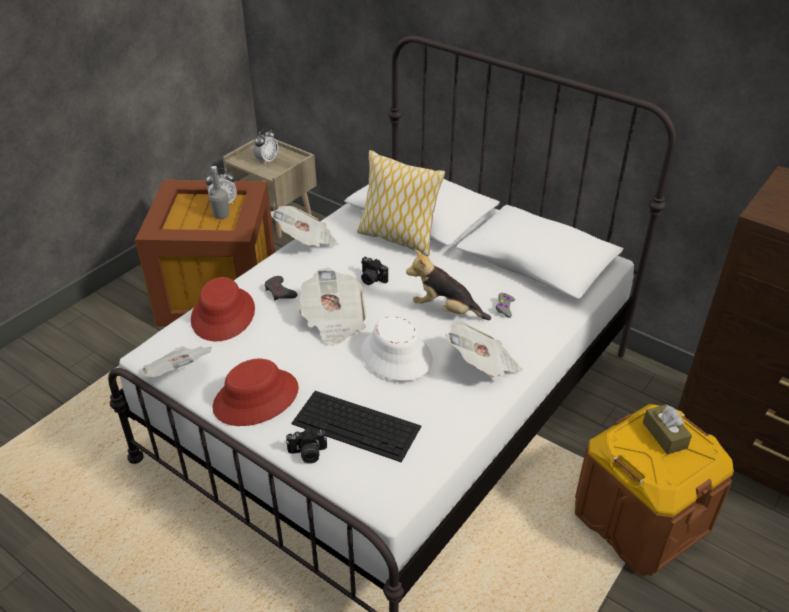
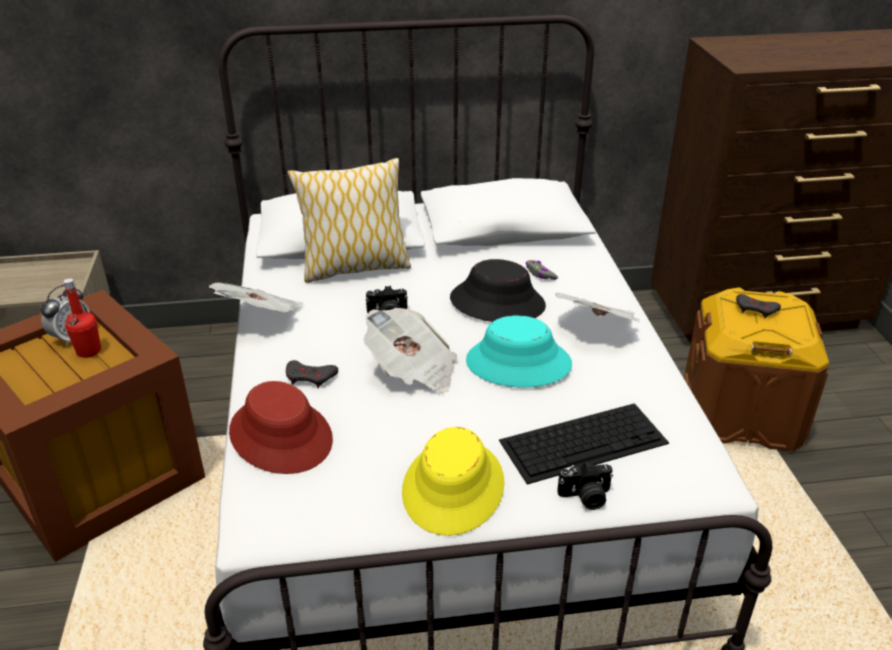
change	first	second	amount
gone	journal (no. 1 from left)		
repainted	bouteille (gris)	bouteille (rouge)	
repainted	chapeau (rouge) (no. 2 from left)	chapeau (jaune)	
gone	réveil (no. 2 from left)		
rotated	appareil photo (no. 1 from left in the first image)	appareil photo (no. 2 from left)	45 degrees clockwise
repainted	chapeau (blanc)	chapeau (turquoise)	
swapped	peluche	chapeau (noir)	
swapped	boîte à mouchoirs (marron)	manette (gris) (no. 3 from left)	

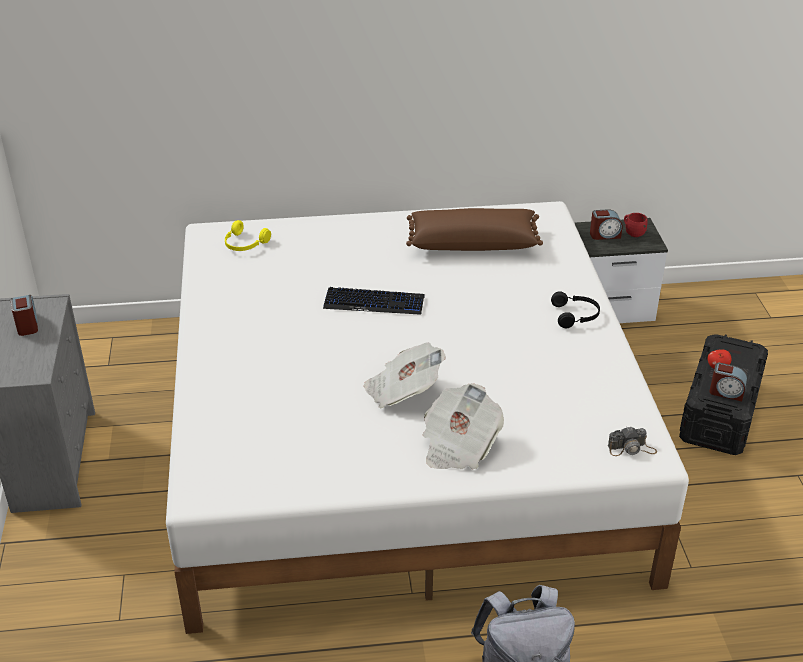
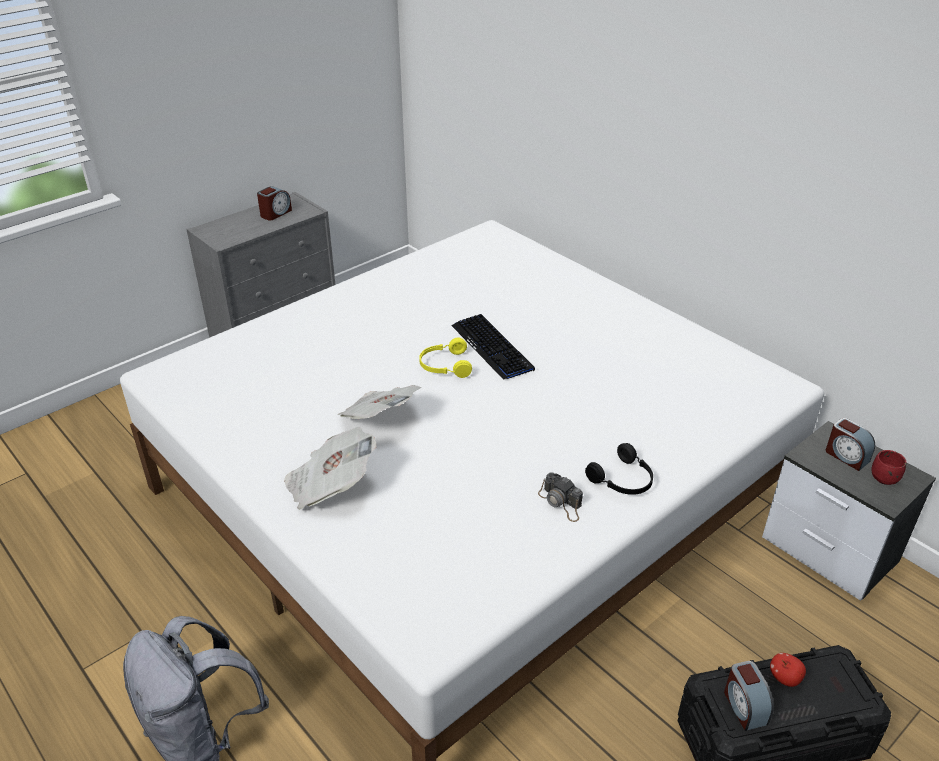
change	first	second	amount
shifted	casque audio (jaune)		
gone	coussin (marron)		
shifted	appareil photo		

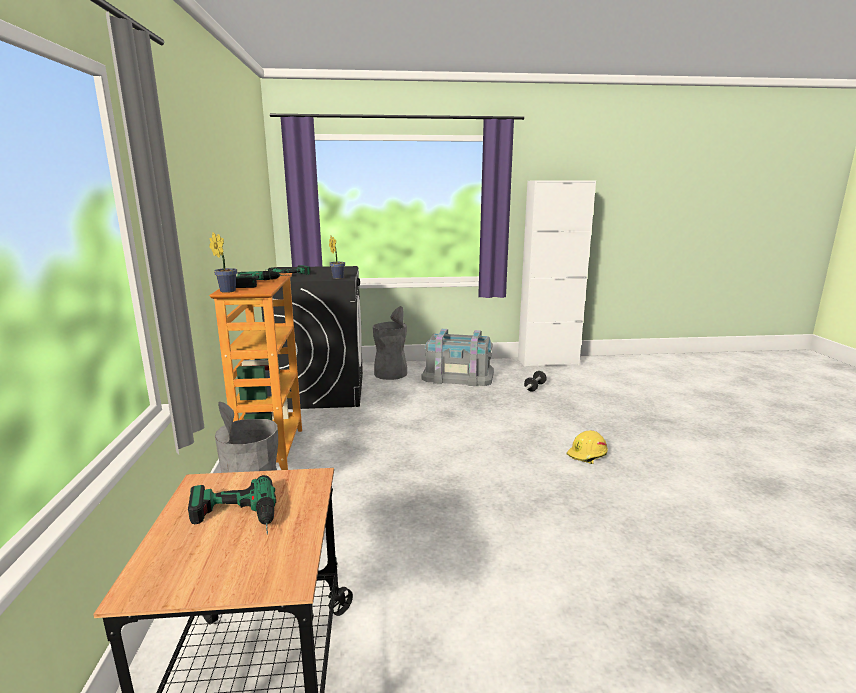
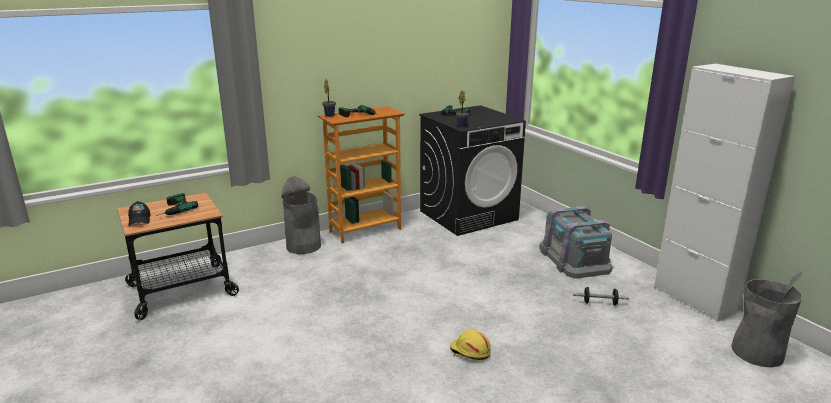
change	first	second	amount
shifted	poubelle (gris) (no. 2 from left)		
new		casquette (noir)	

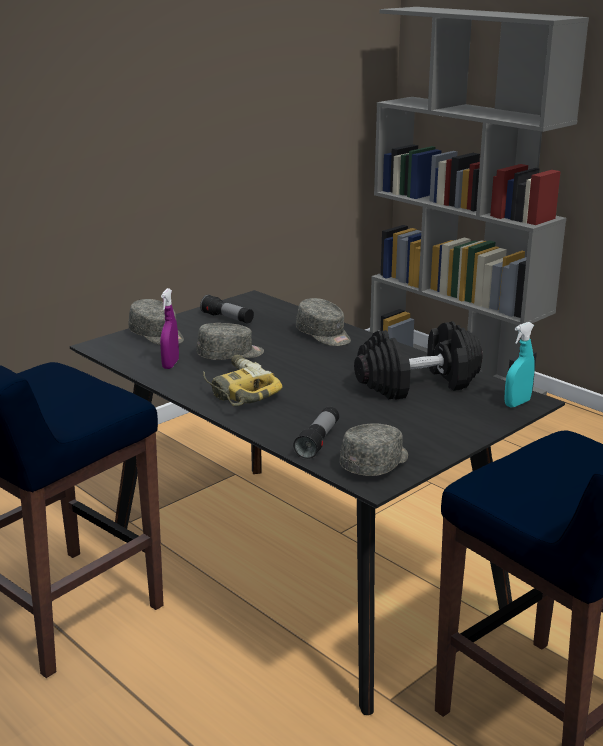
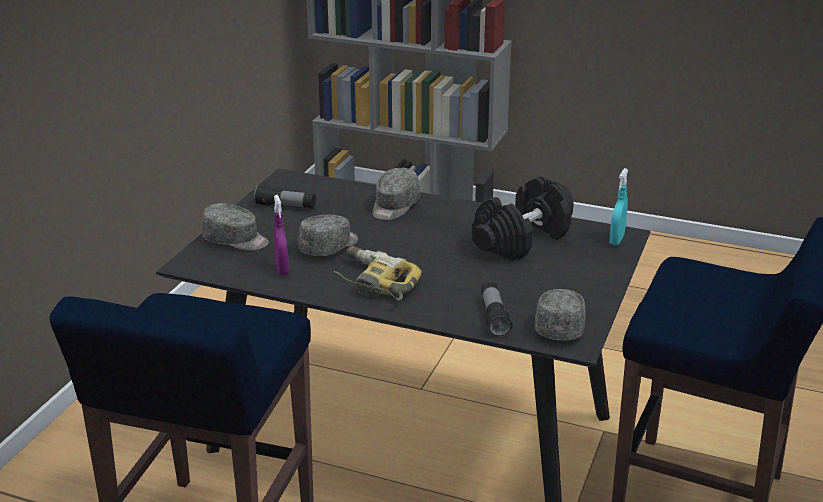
change	first	second	amount
rotated	casquette (gris) (no. 3 from left)		90 degrees clockwise

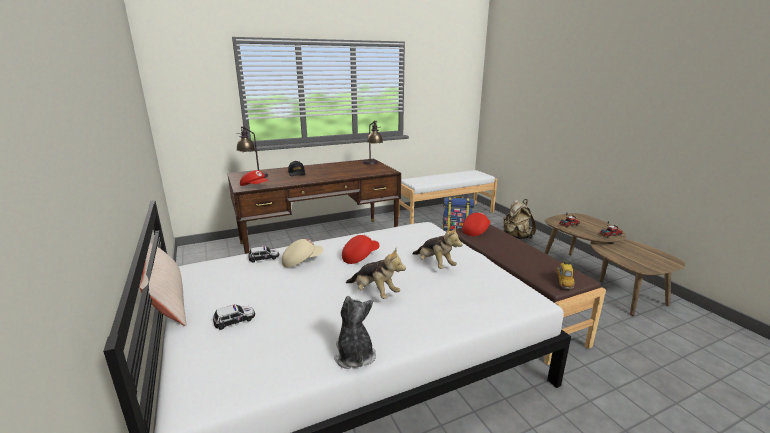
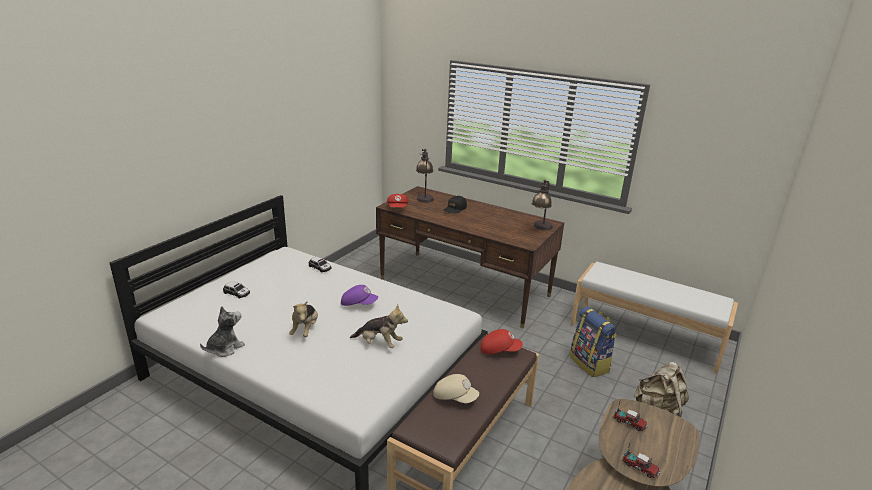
change	first	second	amount
gone	coussin (beige)		
shifted	casquette (beige)		
repainted	casquette (rouge) (no. 2 from left)	casquette (violet)	
rotated	peluche (no. 3 from left)		90 degrees counterclockwise
gone	petite voiture (no. 3 from left)		

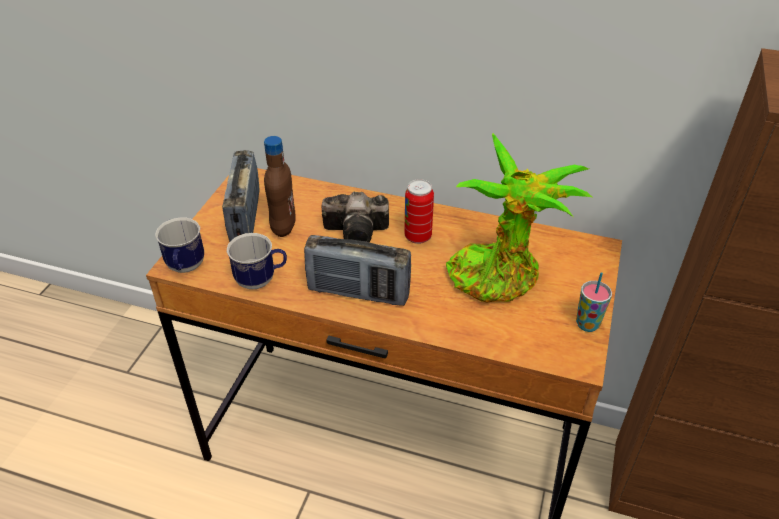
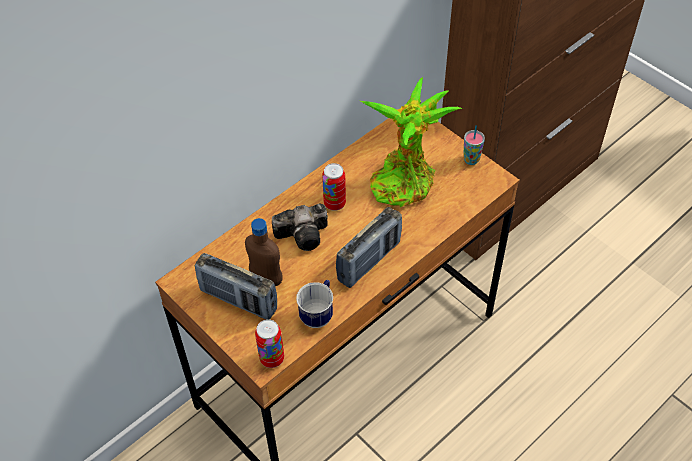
change	first	second	amount
swapped	mug (no. 1 from left)	boîte métallique (no. 1 from left)	
rotated	appareil photo		45 degrees clockwise

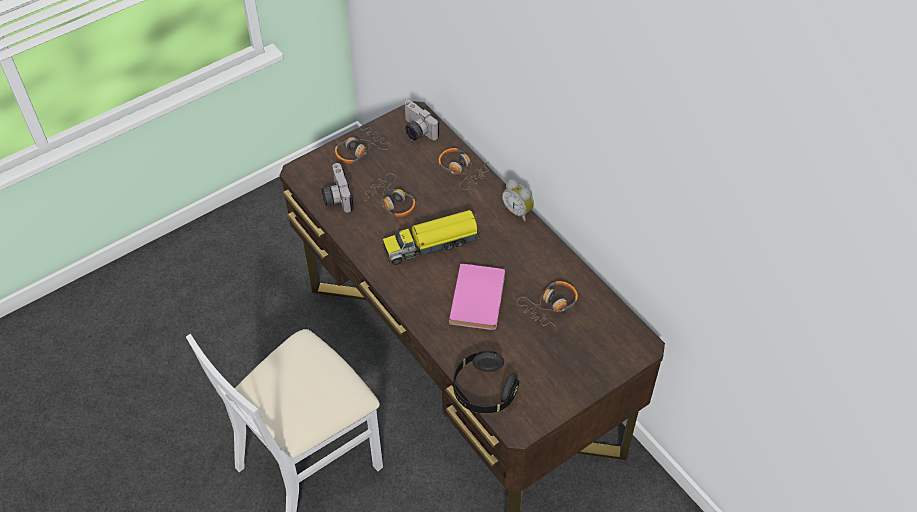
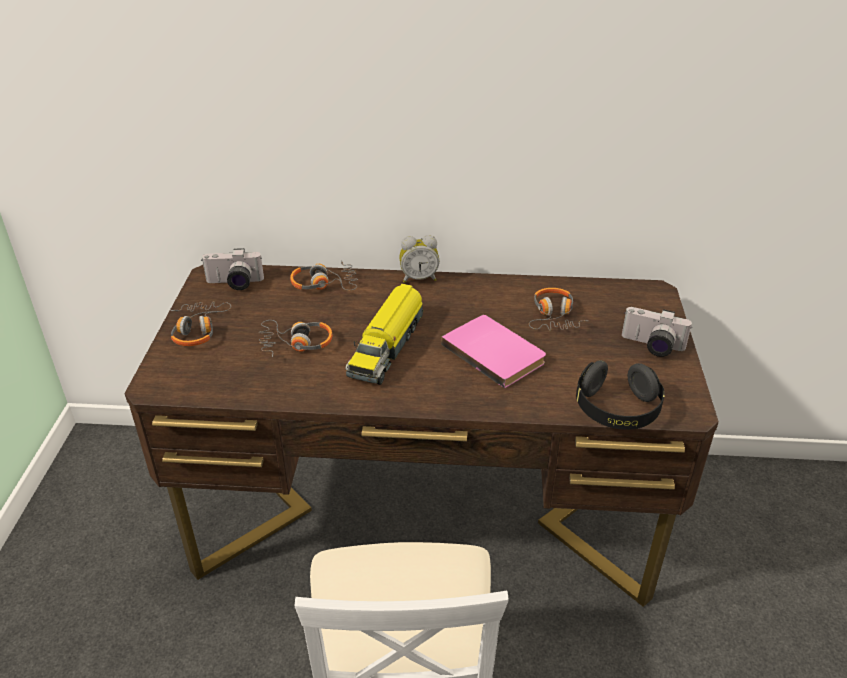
change	first	second	amount
shifted	appareil photo (no. 1 from left in the first image)	appareil photo (no. 2 from left)	

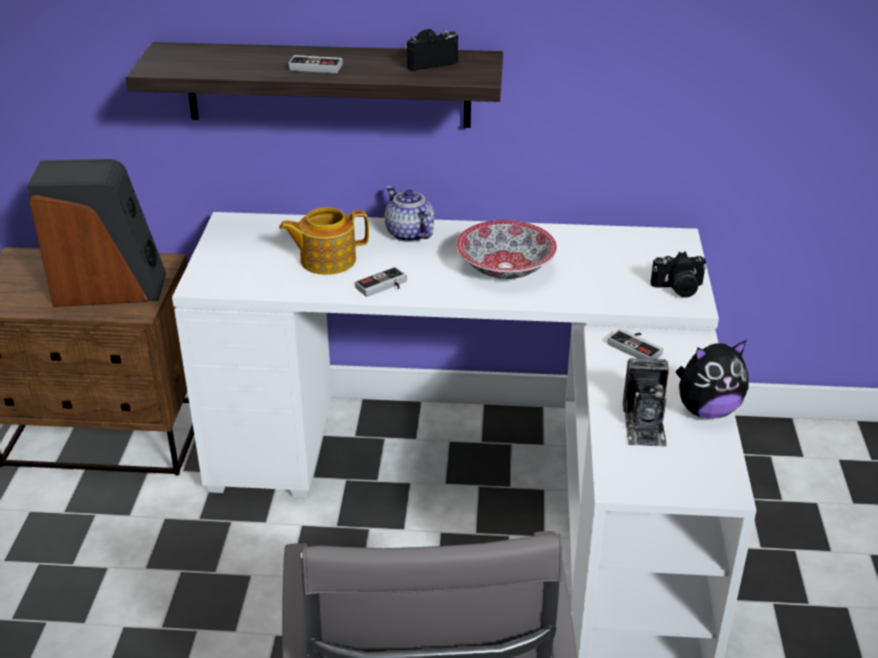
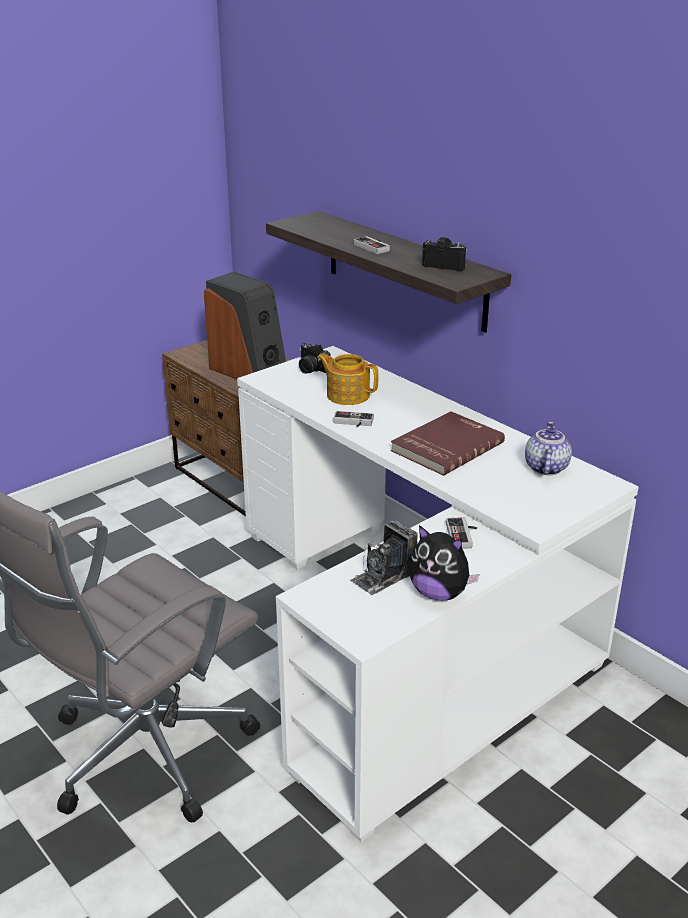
change	first	second	amount
shifted	théière (no. 2 from left)		
swapped	bol	livre (rouge)	
shifted	appareil photo (no. 3 from left in the first image)	appareil photo (no. 1 from left)	

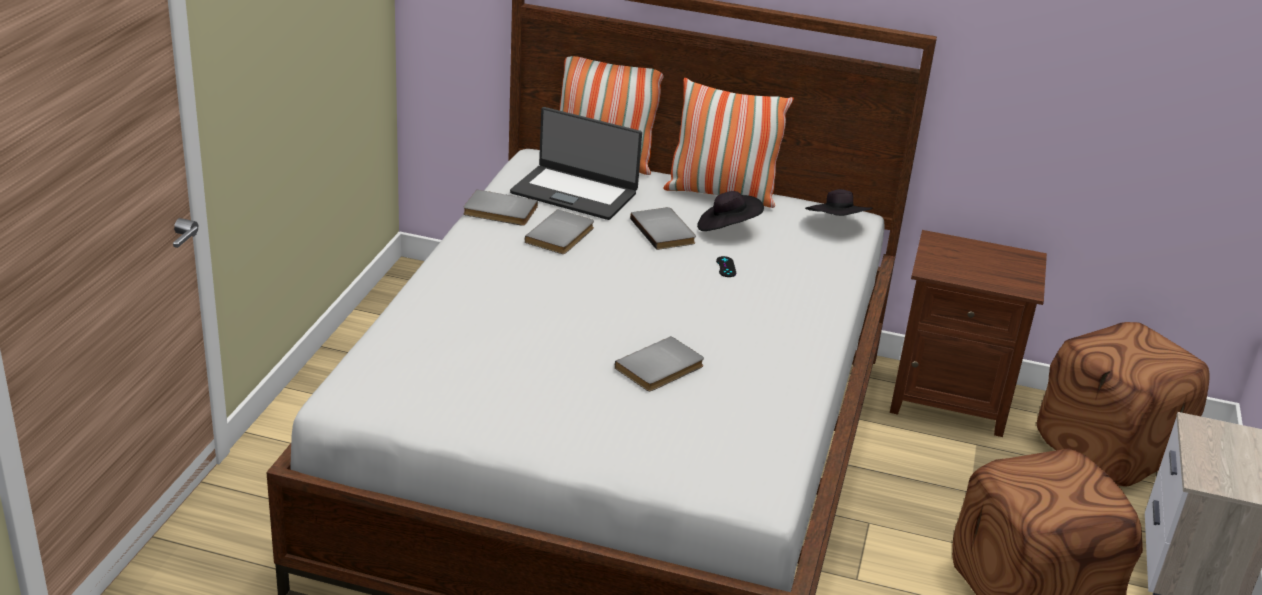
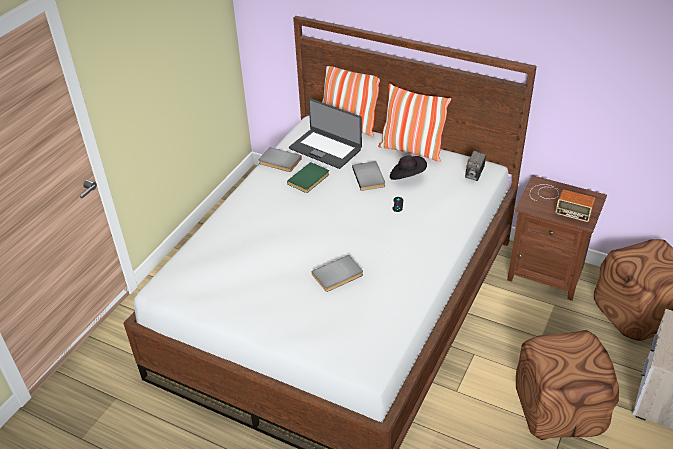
change	first	second	amount
repainted	livre (gris) (no. 2 from left)	livre (vert)	
swapped	chapeau (noir) (no. 2 from left)	appareil photo	
new		radio	

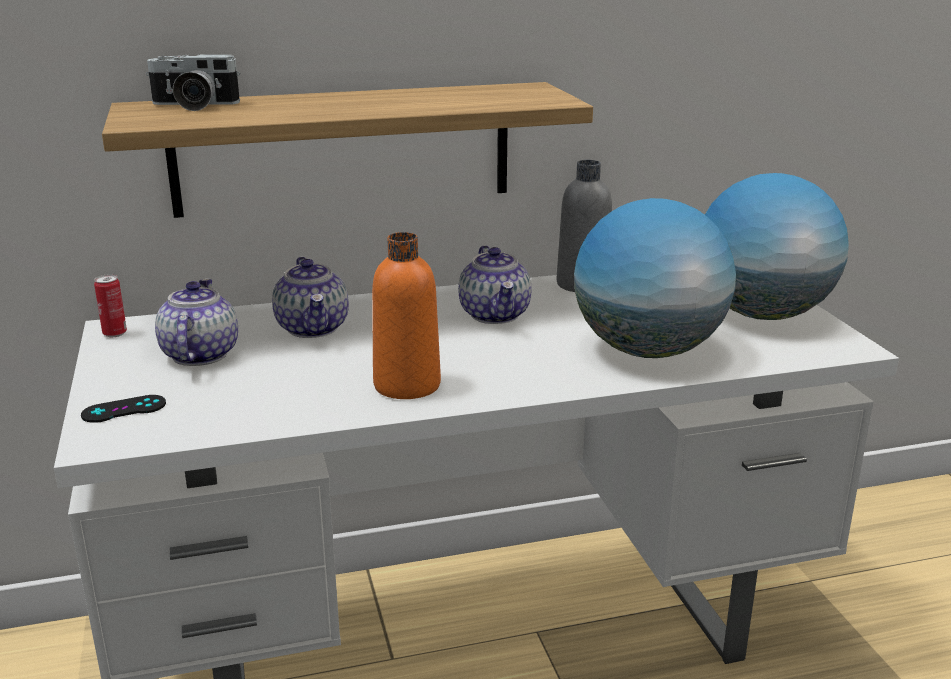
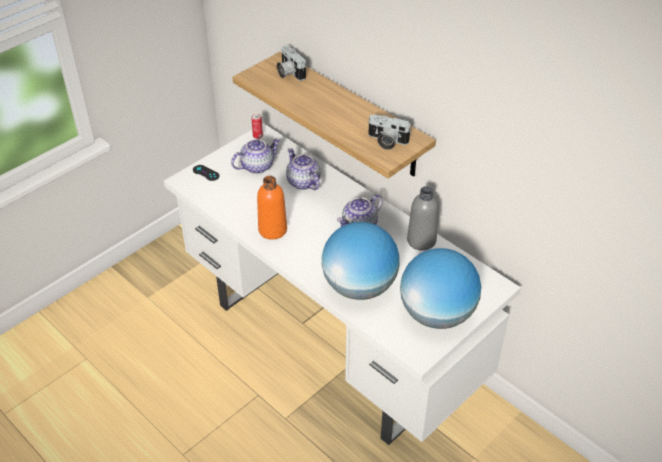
change	first	second	amount
rotated	théière (no. 2 from left)		105 degrees clockwise
new		appareil photo (no. 2 from left)	

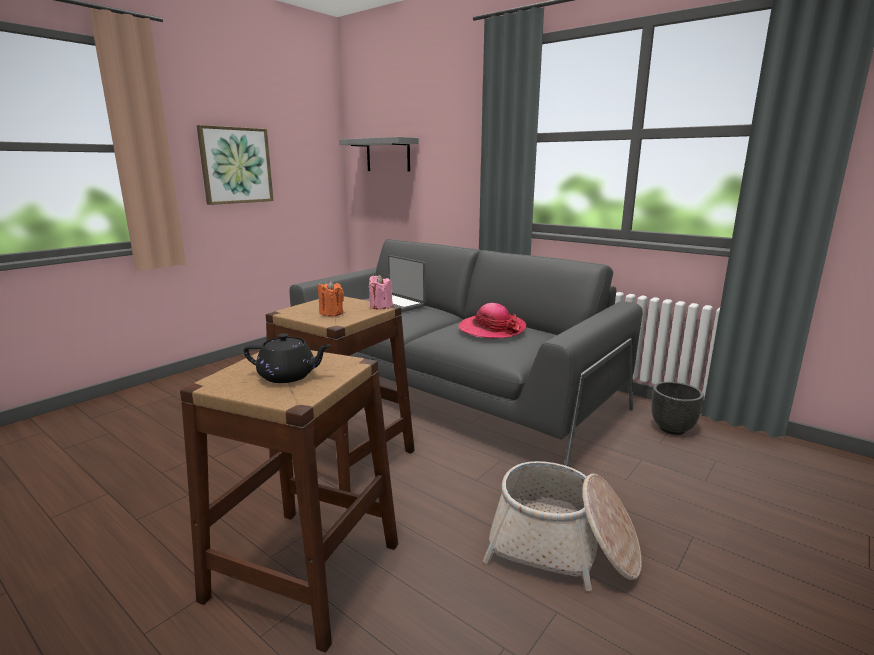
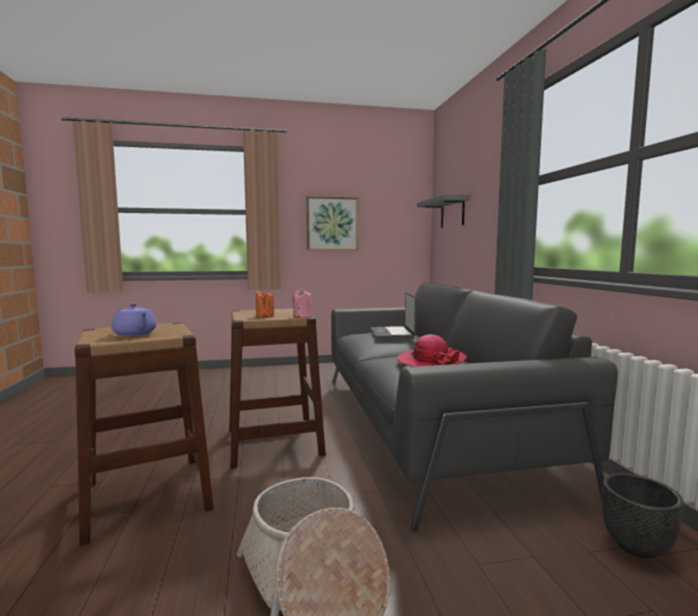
change	first	second	amount
repainted	théière (noir)	théière (violet)	

